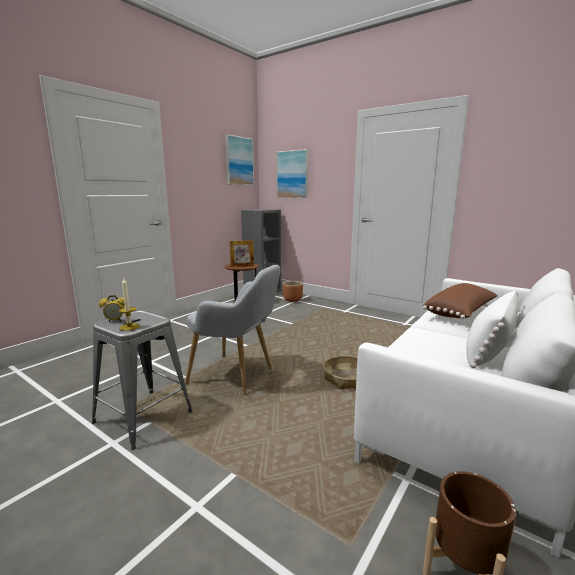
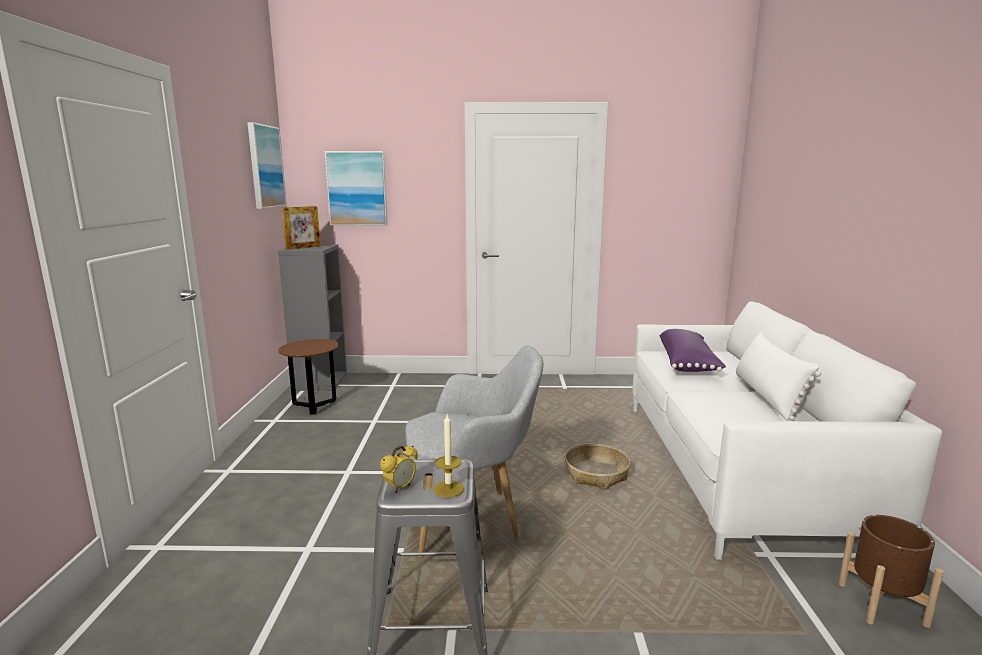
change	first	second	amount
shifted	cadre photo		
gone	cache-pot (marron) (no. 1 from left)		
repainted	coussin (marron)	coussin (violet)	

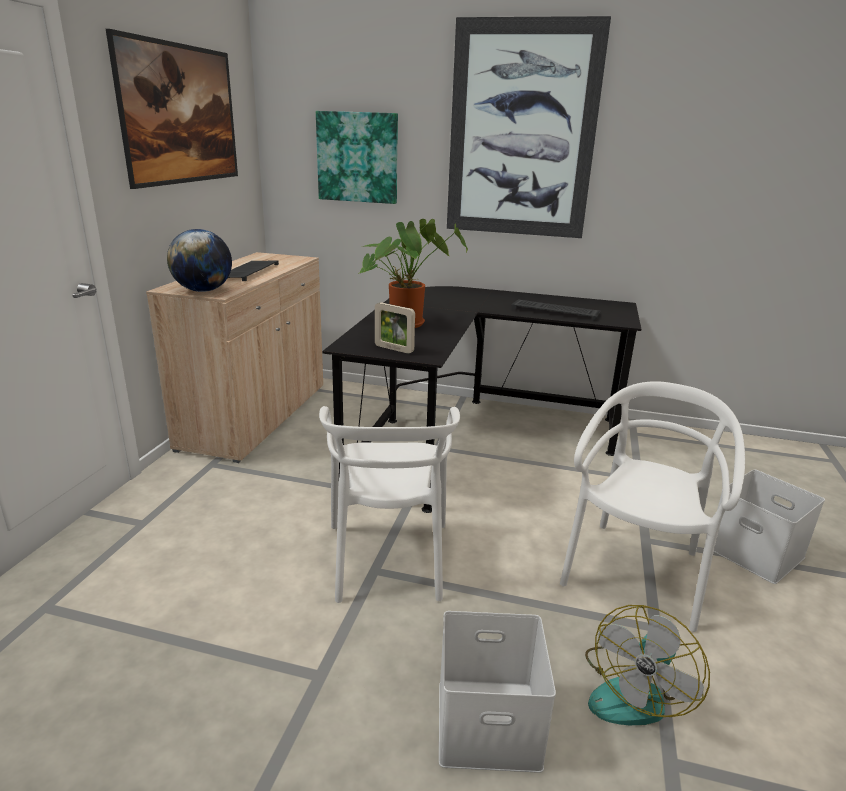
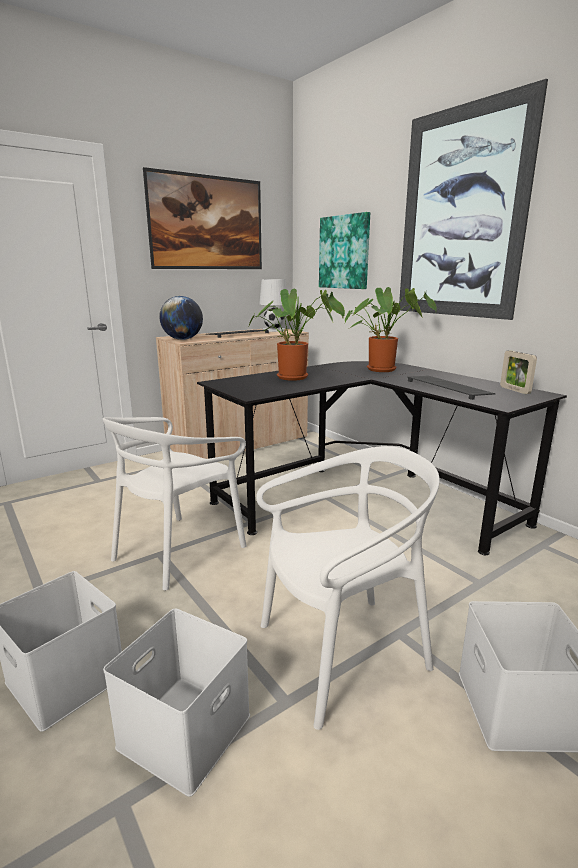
change	first	second	amount
shifted	cadre photo		
swapped	ventilateur	boîte de rangement (blanc) (no. 2 from left)	
new		lampe de table (blanc)	
new		plante en pot (no. 2 from left)	

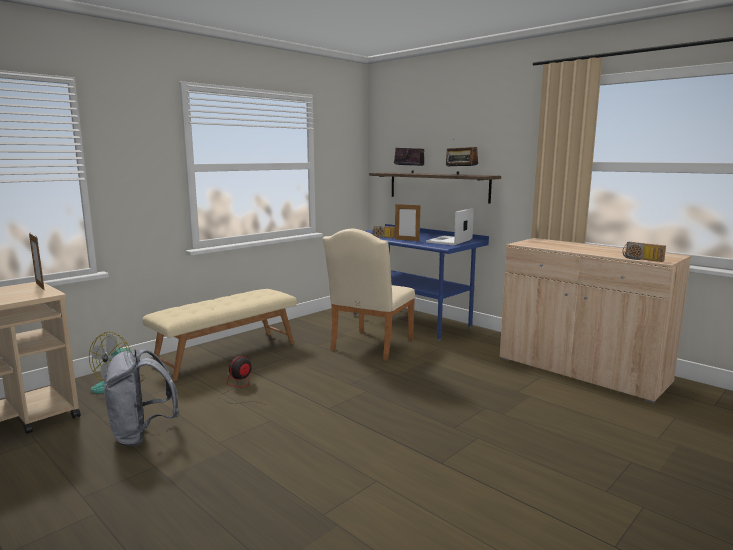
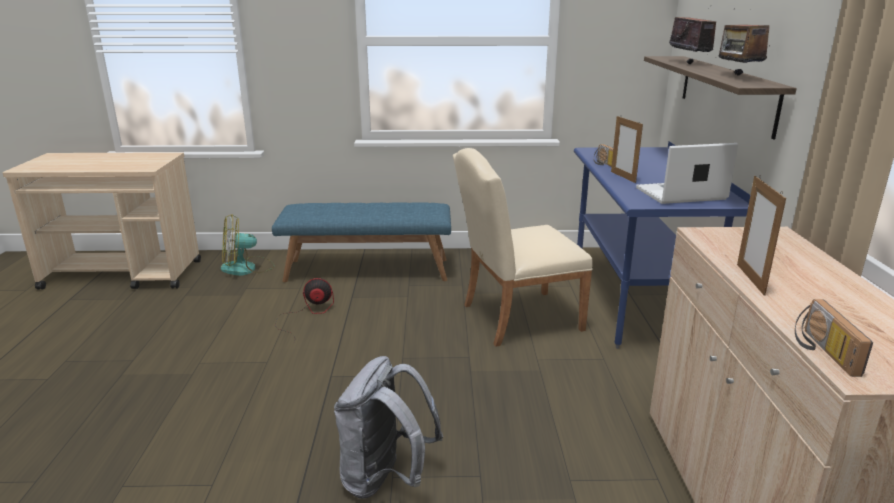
change	first	second	amount
shifted	cadre photo (no. 1 from left in the first image)	cadre photo (no. 2 from left)	
shifted	sac à dos (gris)		
repainted	banc (beige)	banc (bleu)	

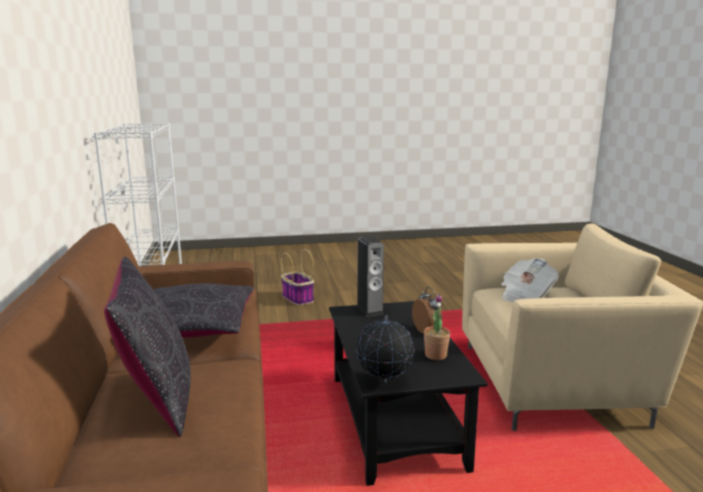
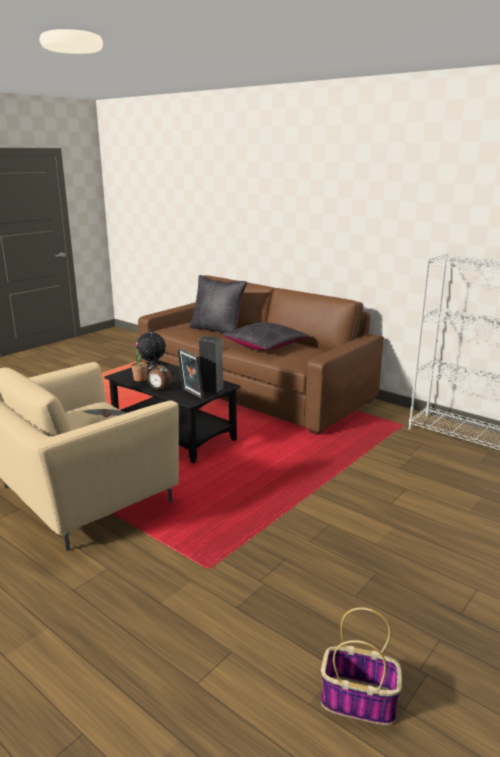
change	first	second	amount
shifted	panier		
new		cadre photo	

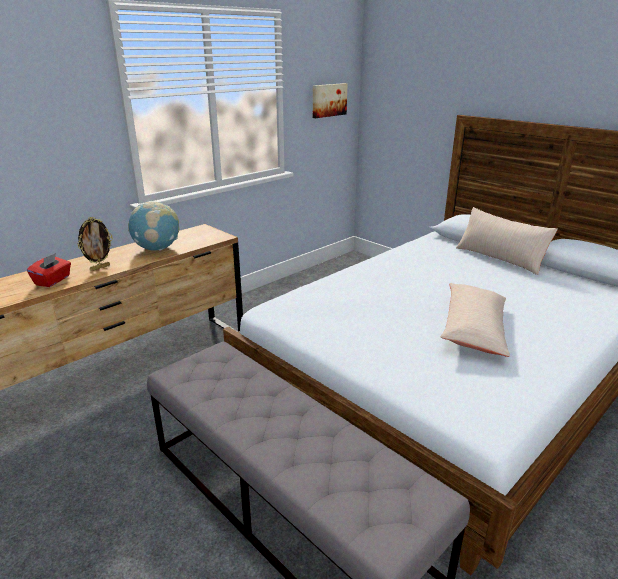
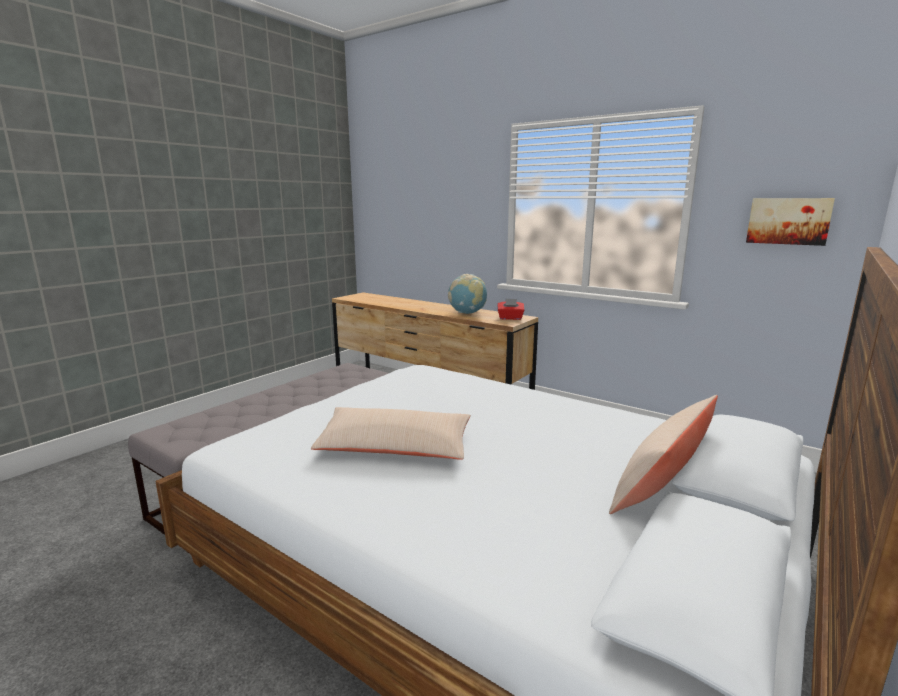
change	first	second	amount
shifted	boîte à mouchoirs (rouge)		
gone	cadre photo		

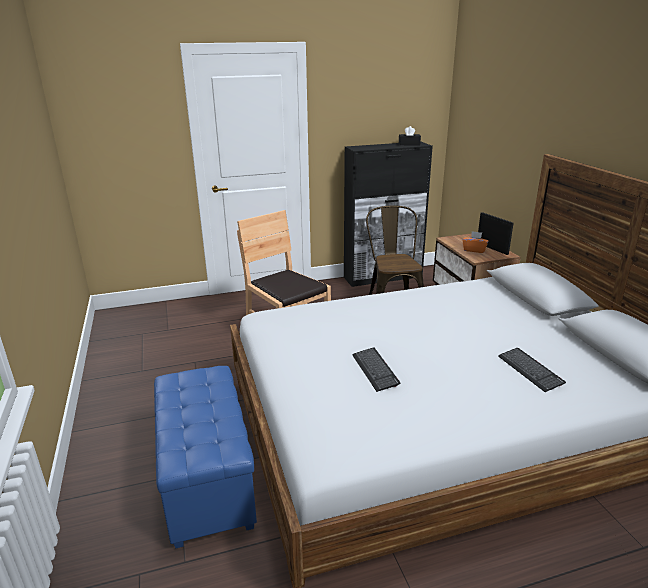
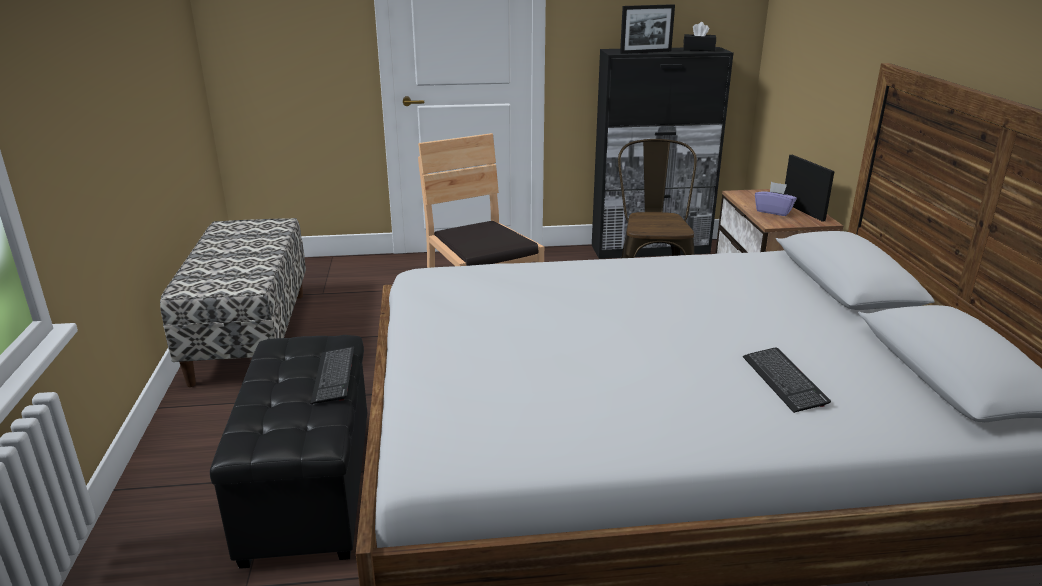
change	first	second	amount
repainted	pouf (bleu)	pouf (noir)	
shifted	clavier (no. 1 from left)		
repainted	boîte à mouchoirs (orange)	boîte à mouchoirs (violet)	
new		banc	
new		cadre photo (no. 1 from left)	

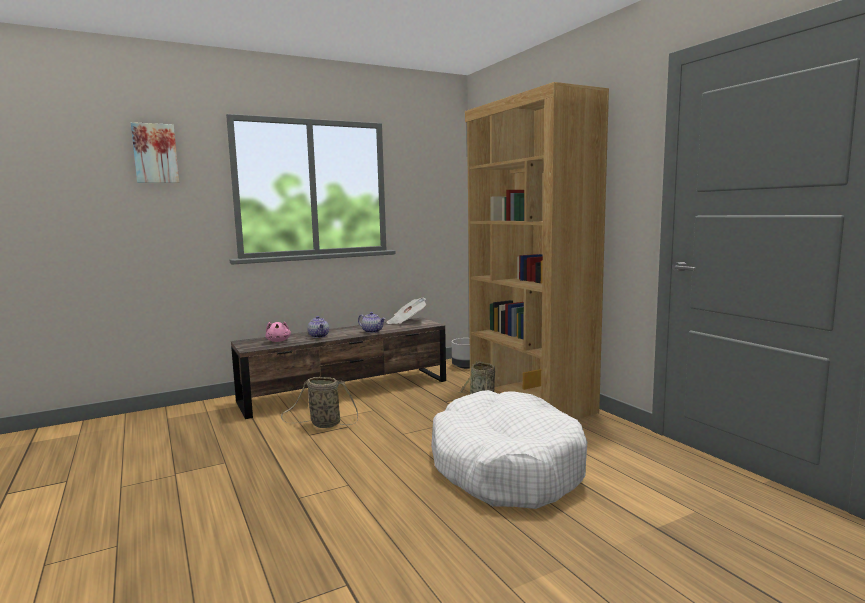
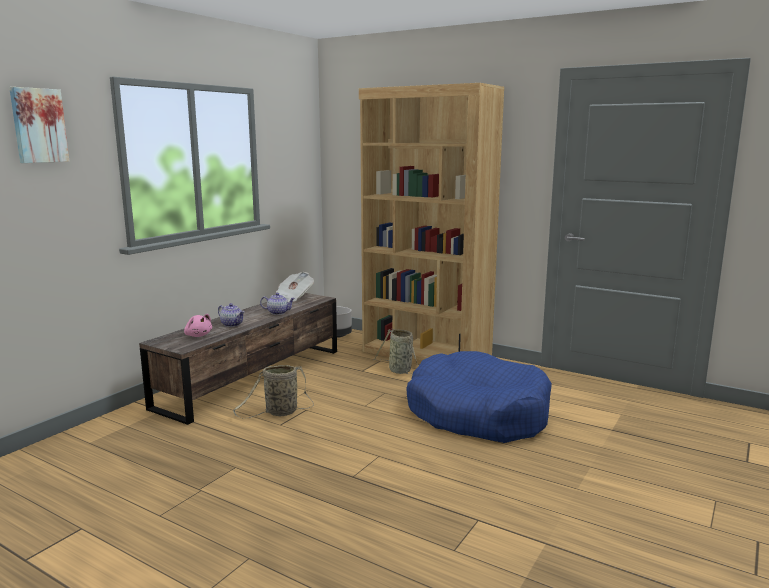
change	first	second	amount
repainted	panier pour chien (blanc)	panier pour chien (bleu)	

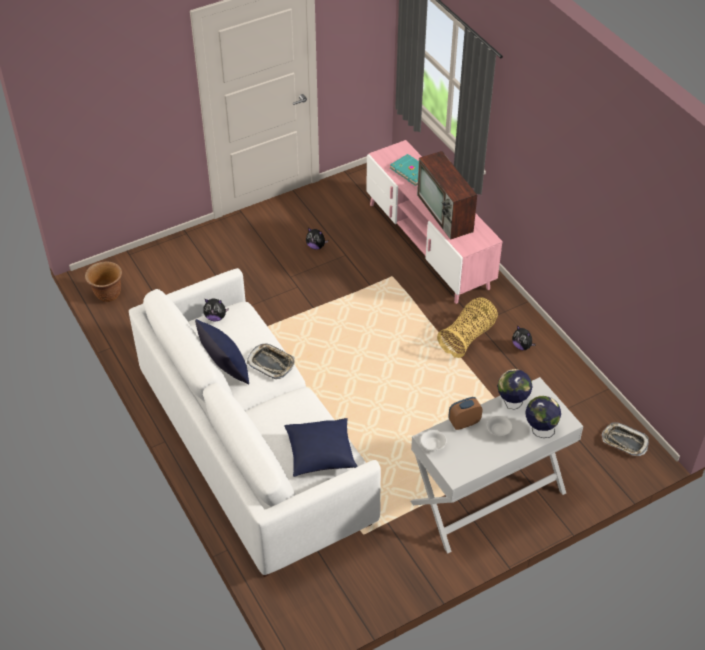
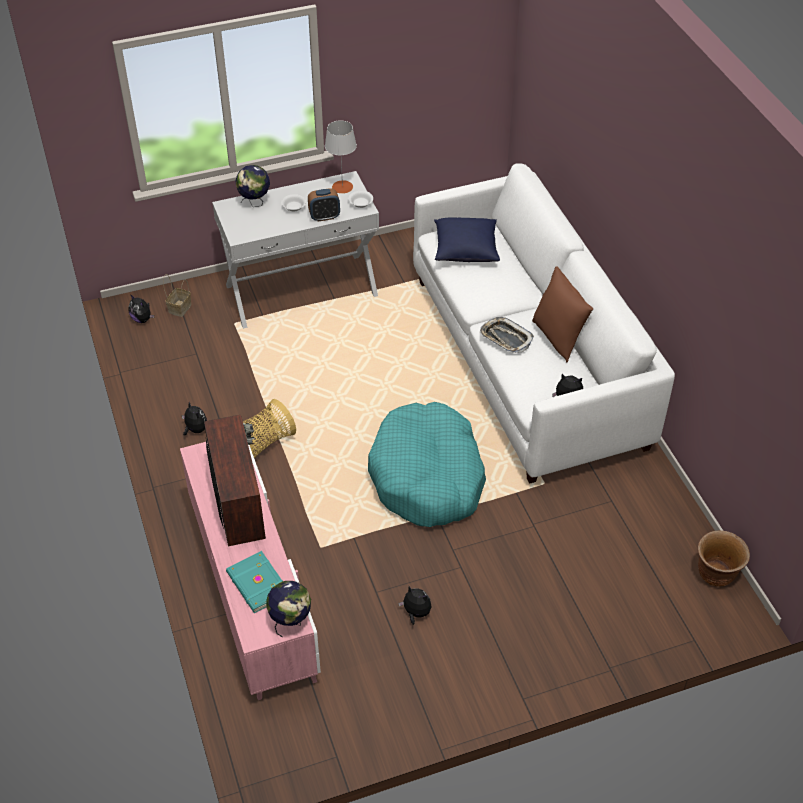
change	first	second	amount
repainted	coussin (bleu) (no. 1 from left)	coussin (marron)	
shifted	globe (no. 1 from left in the first image)	globe (no. 2 from left)	
swapped	plateau (no. 2 from left)	peluche (no. 1 from left)	
new		panier (no. 1 from left)	
new		lampe de table (gris)	
new		panier pour chien (turquoise)	

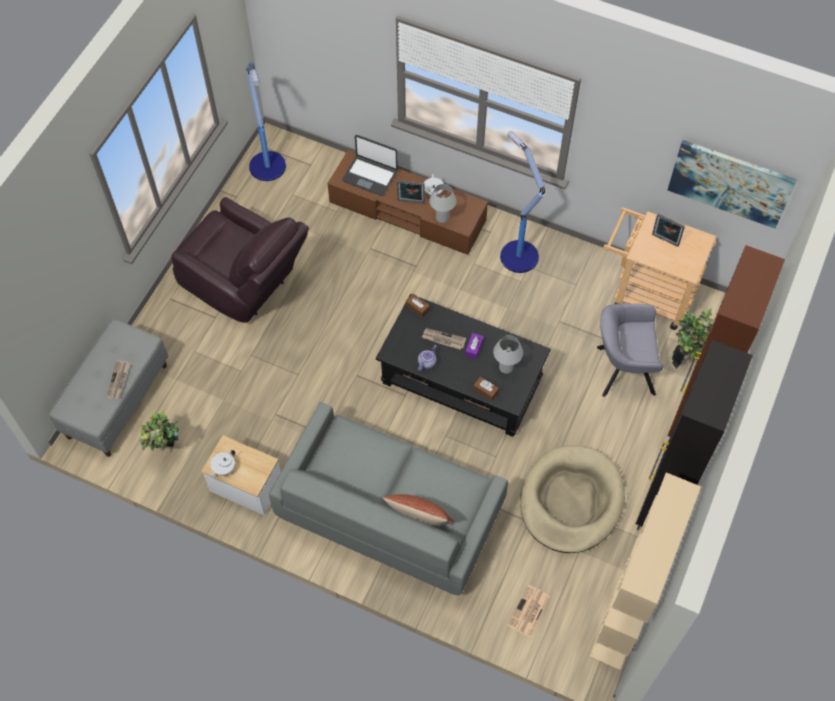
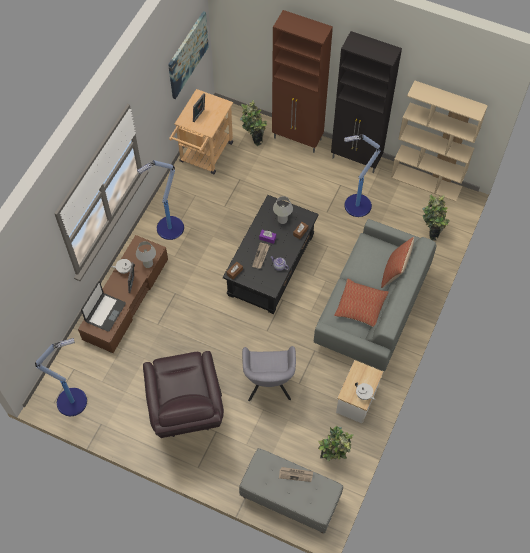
change	first	second	amount
rotated	fauteuil (marron)		135 degrees clockwise
swapped	journal (no. 3 from left)	plante en pot (no. 3 from left)	
swapped	panier pour chien (beige)	lampadaire (no. 3 from left)	
shifted	fauteuil (gris)		
new		coussin (no. 1 from left)	

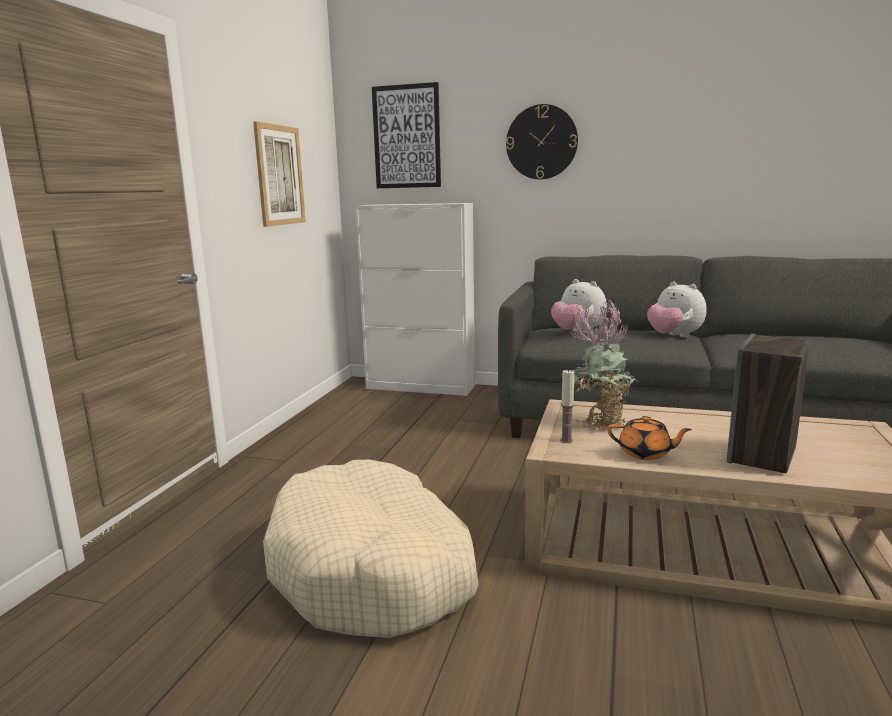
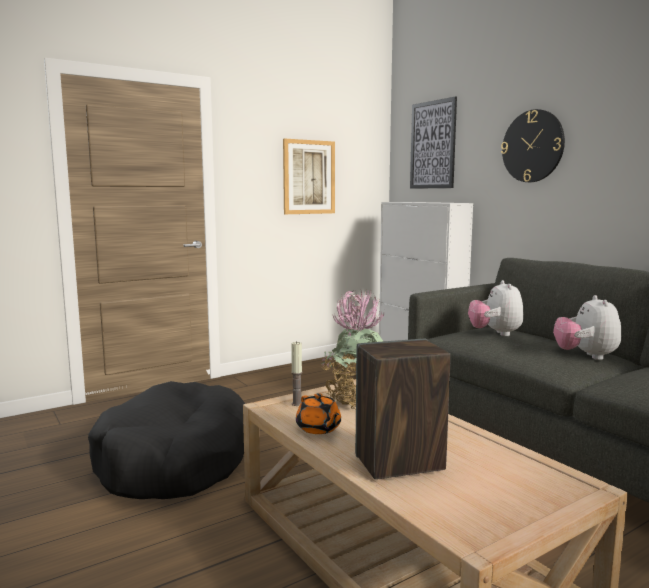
change	first	second	amount
repainted	panier pour chien (beige)	panier pour chien (noir)	

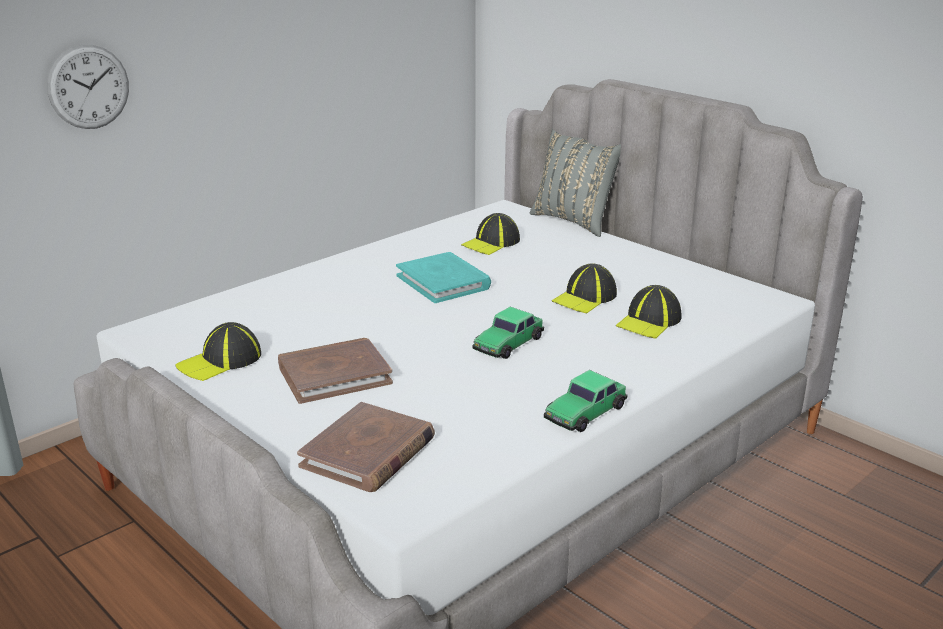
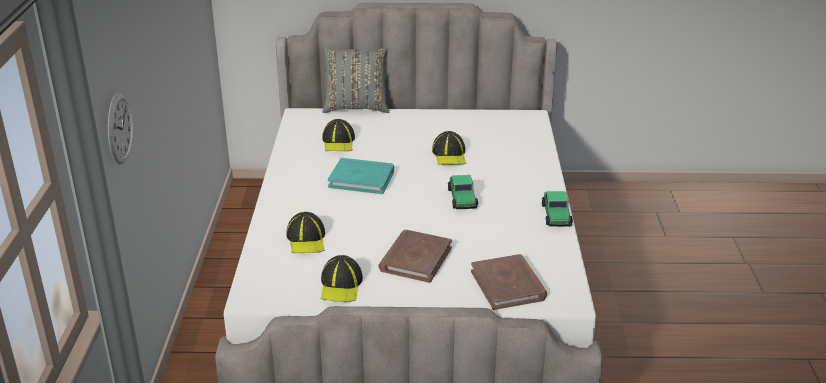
change	first	second	amount
shifted	casquette (no. 4 from left in the first image)	casquette (no. 1 from left)	

